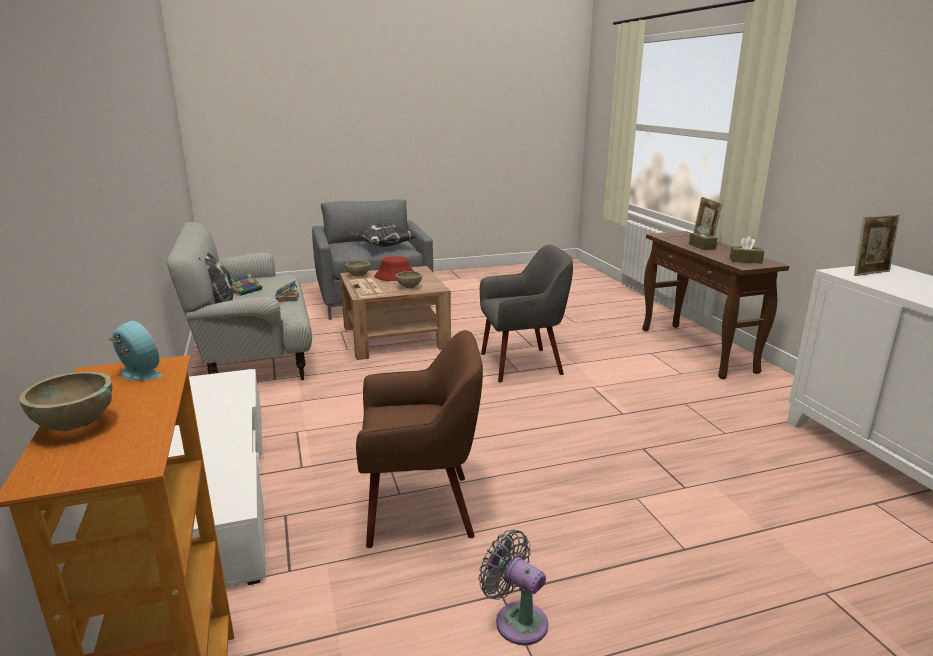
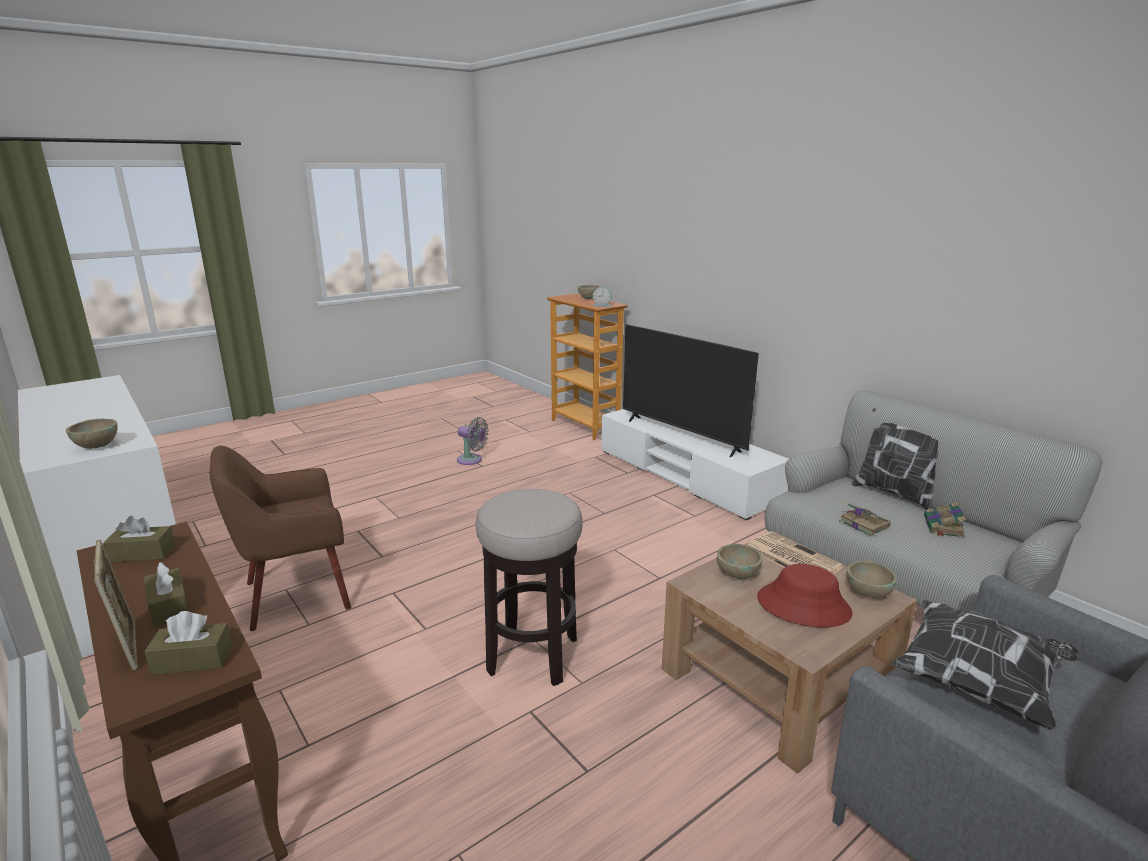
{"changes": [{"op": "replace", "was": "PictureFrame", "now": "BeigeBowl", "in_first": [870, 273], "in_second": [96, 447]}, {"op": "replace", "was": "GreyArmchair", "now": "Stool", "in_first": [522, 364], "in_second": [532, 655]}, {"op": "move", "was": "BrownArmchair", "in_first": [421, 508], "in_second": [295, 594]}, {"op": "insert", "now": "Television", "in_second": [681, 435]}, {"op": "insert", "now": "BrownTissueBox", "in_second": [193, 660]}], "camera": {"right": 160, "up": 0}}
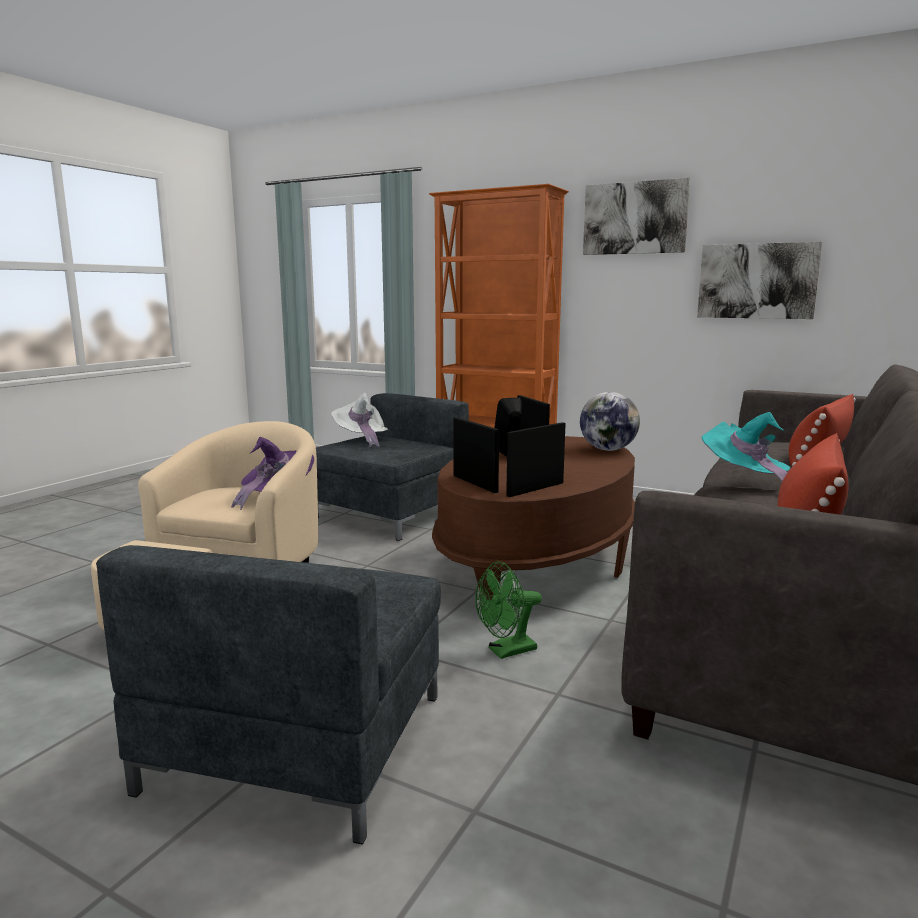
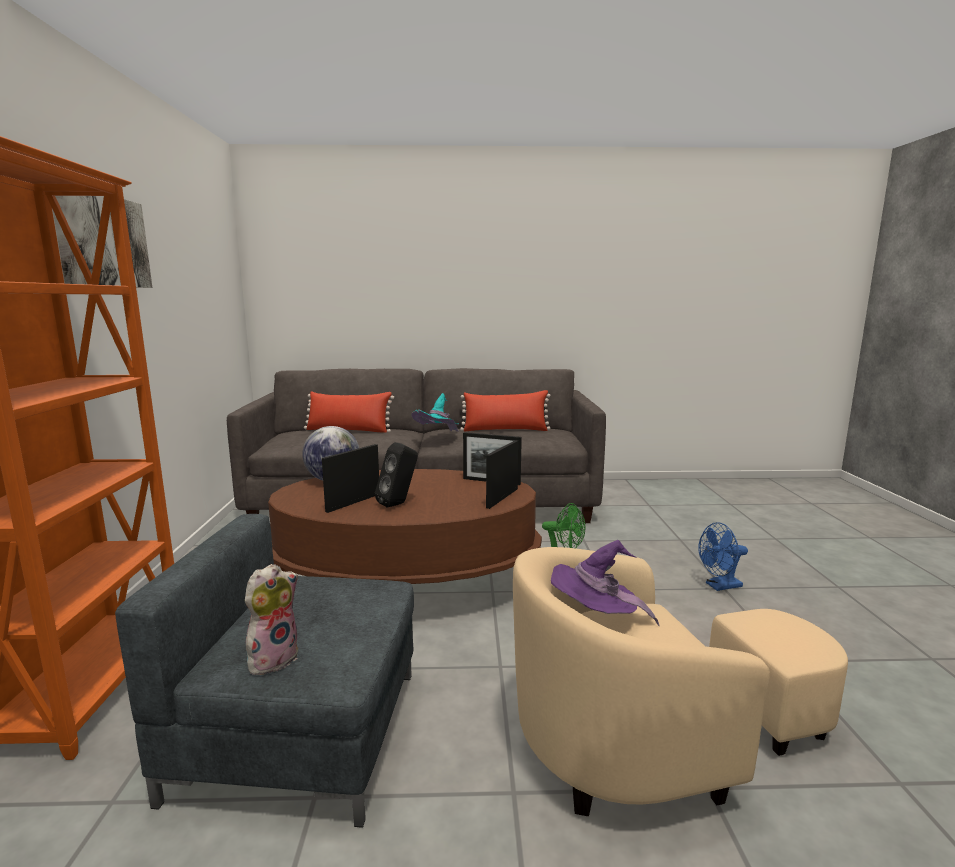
{"changes": [{"op": "delete", "was": "Picture", "in_first": [757, 281]}, {"op": "replace", "was": "WhiteHat", "now": "PlushToy", "in_first": [361, 440], "in_second": [273, 658]}, {"op": "replace", "was": "GreyArmchair", "now": "BlueFan", "in_first": [302, 739], "in_second": [719, 586]}], "camera": {"right": -120, "up": 0}}
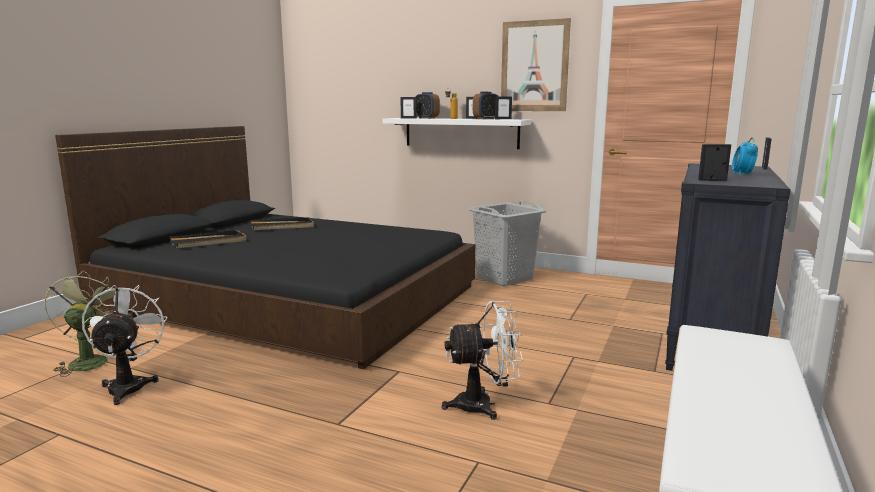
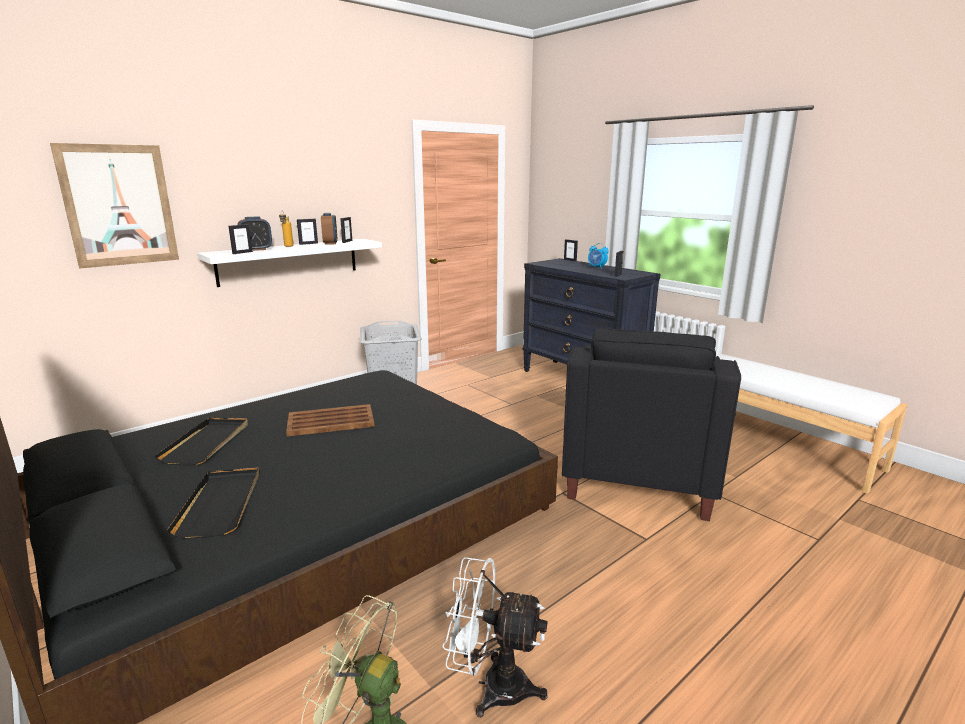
{"changes": [{"op": "move", "was": "Picture", "in_first": [534, 66], "in_second": [119, 205]}, {"op": "replace", "was": "WhiteFan", "now": "BlackArmchair", "in_first": [483, 405], "in_second": [637, 472]}, {"op": "insert", "now": "BrownTray", "in_second": [332, 421]}], "camera": {"right": -65, "up": 5}}
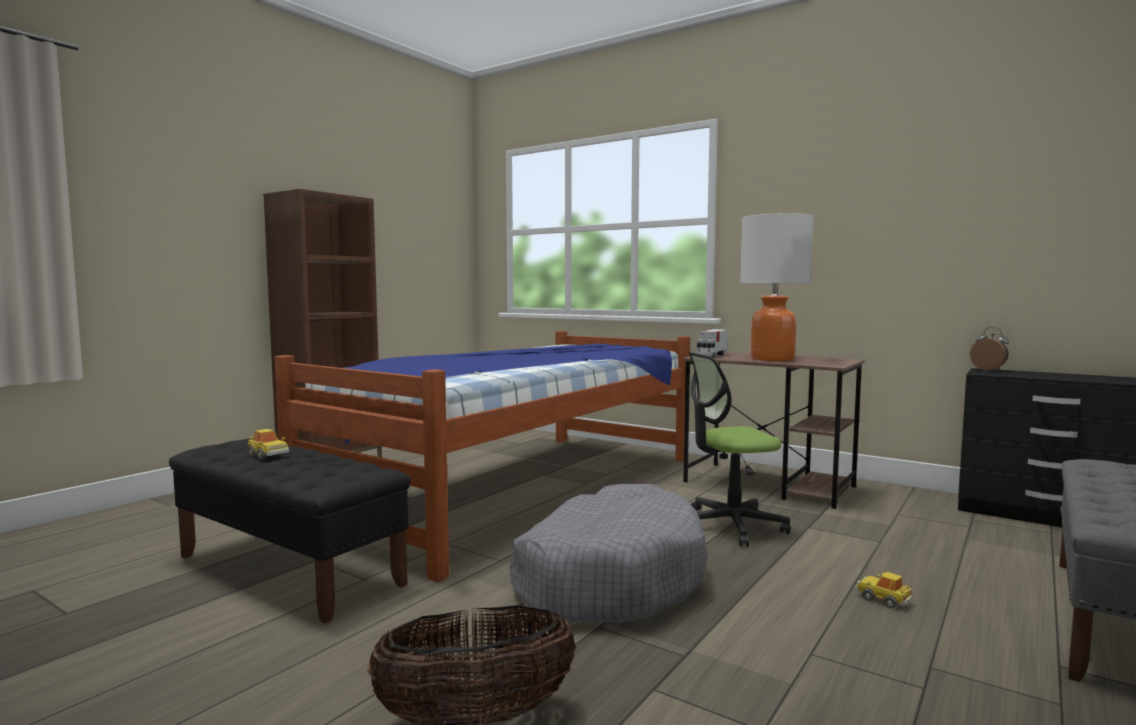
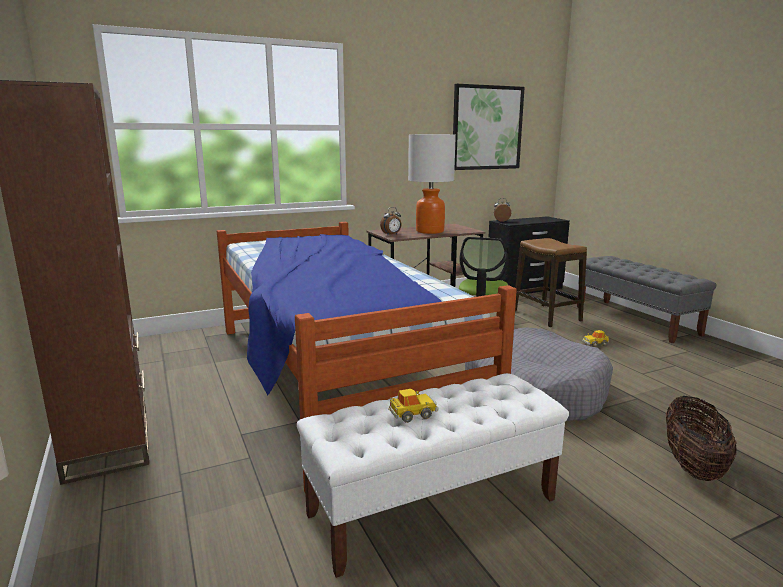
{"changes": [{"op": "replace", "was": "ToyTruck", "now": "AlarmClock", "in_first": [712, 355], "in_second": [391, 234]}, {"op": "recolor", "was": "BlackBench", "now": "WhiteBench", "in_first": [289, 570], "in_second": [433, 506]}, {"op": "insert", "now": "Picture", "in_second": [487, 128]}, {"op": "insert", "now": "Stool", "in_second": [546, 316]}], "camera": {"right": -60, "up": 10}}
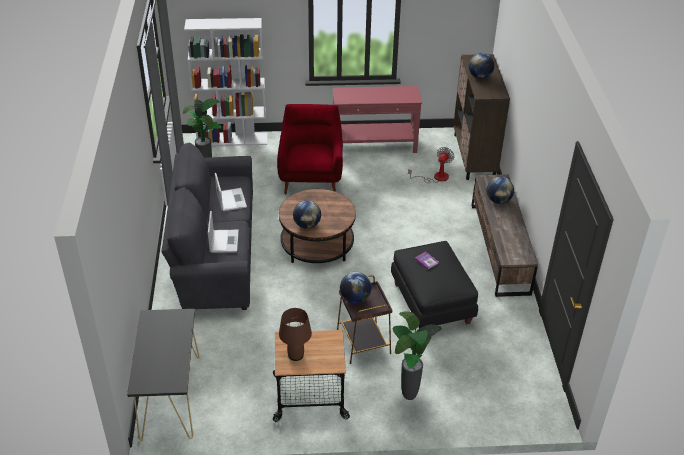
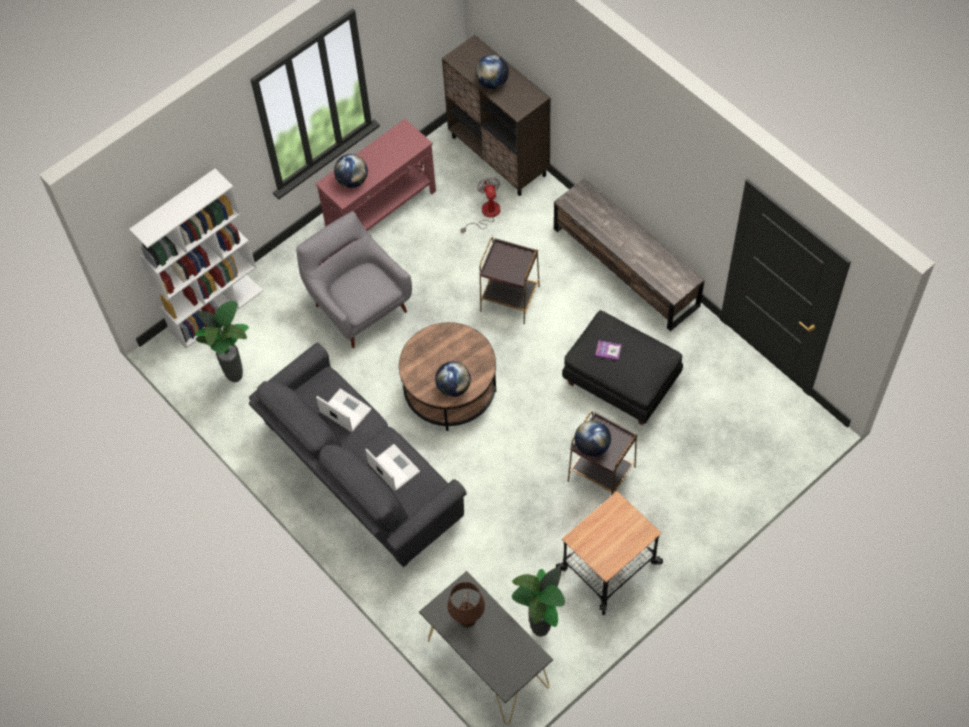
{"changes": [{"op": "recolor", "was": "RedArmchair", "now": "GreyArmchair", "in_first": [311, 177], "in_second": [358, 305]}, {"op": "move", "was": "Globe", "in_first": [498, 200], "in_second": [352, 180]}, {"op": "move", "was": "BrownTableLamp", "in_first": [295, 355], "in_second": [467, 619]}, {"op": "move", "was": "PottedPlant", "in_first": [409, 397], "in_second": [541, 631]}, {"op": "insert", "now": "BrownSideTable", "in_second": [509, 298]}], "camera": {"right": -35, "up": 20}}
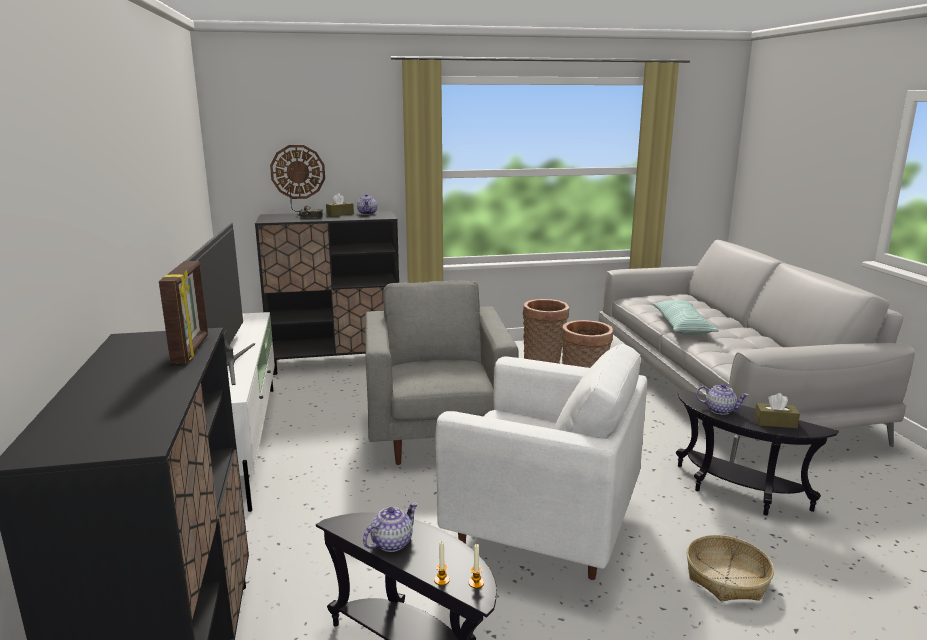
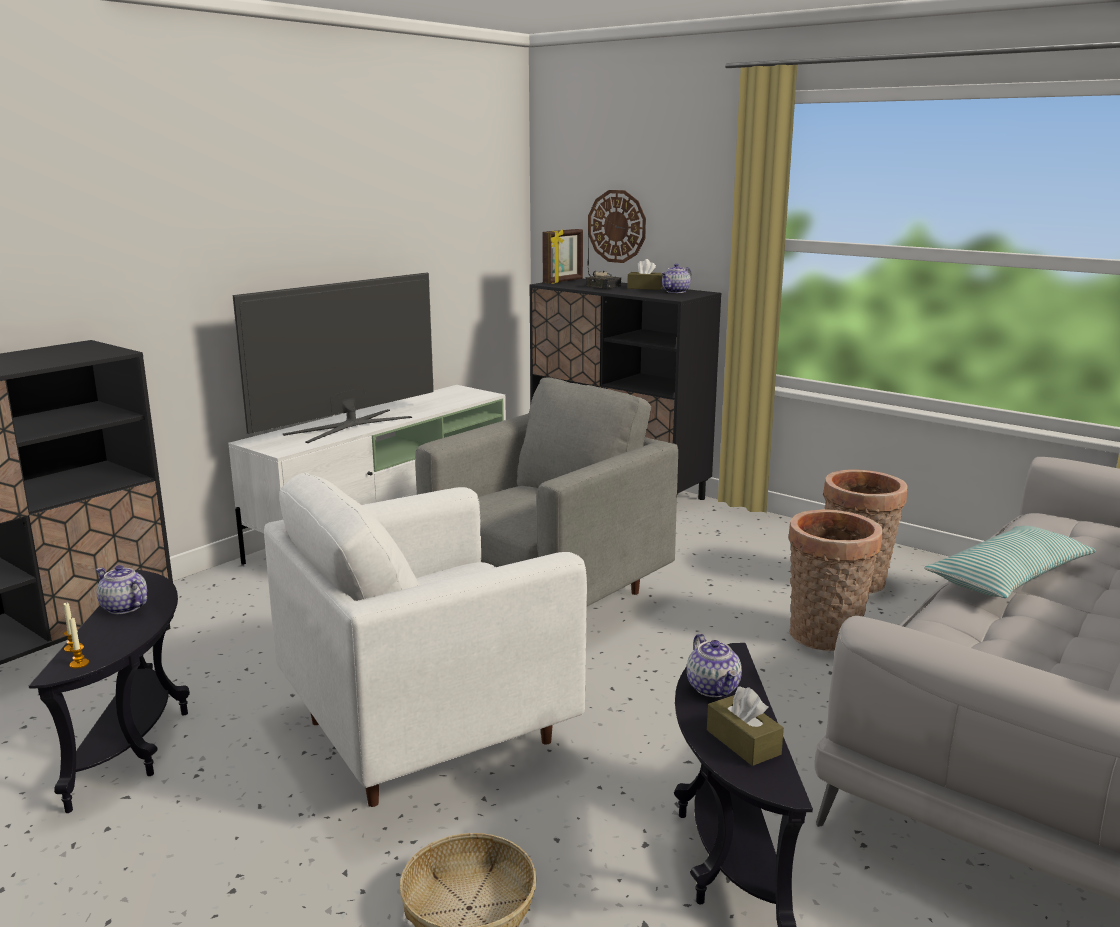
{"changes": [{"op": "move", "was": "PictureFrame", "in_first": [191, 350], "in_second": [563, 281]}, {"op": "rotate", "was": "WhiteArmchair", "in_first": [543, 529], "in_second": [426, 732], "clockwise": 75}, {"op": "rotate", "was": "Teapot", "in_first": [391, 542], "in_second": [123, 607], "clockwise": -150}], "camera": {"right": 50, "up": 0}}
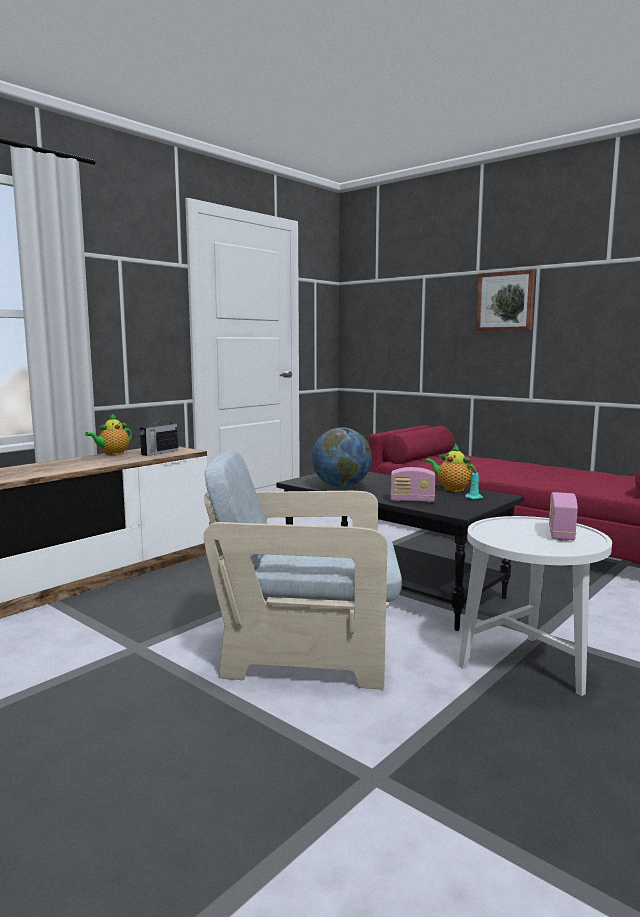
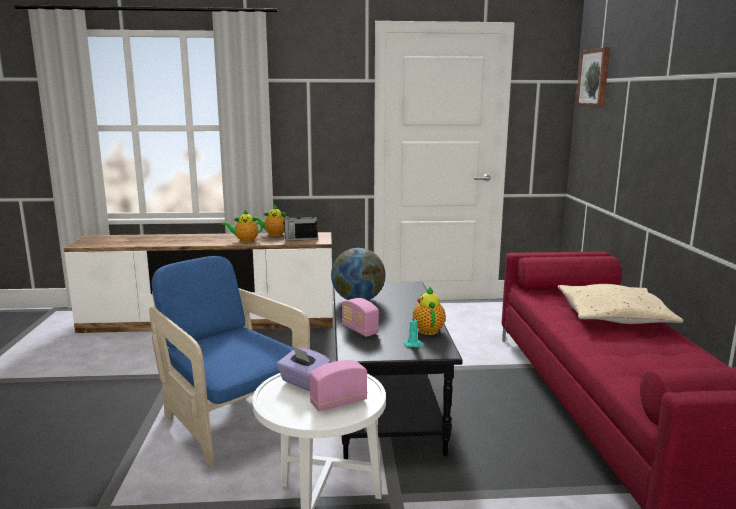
{"changes": [{"op": "move", "was": "Picture", "in_first": [505, 301], "in_second": [594, 78]}, {"op": "recolor", "was": "BeigeArmchair", "now": "BlueArmchair", "in_first": [307, 651], "in_second": [232, 422]}, {"op": "insert", "now": "Teapot", "in_second": [245, 241]}, {"op": "insert", "now": "BeigePillow", "in_second": [613, 316]}, {"op": "insert", "now": "PurpleTissueBox", "in_second": [304, 382]}], "camera": {"right": 45, "up": 5}}
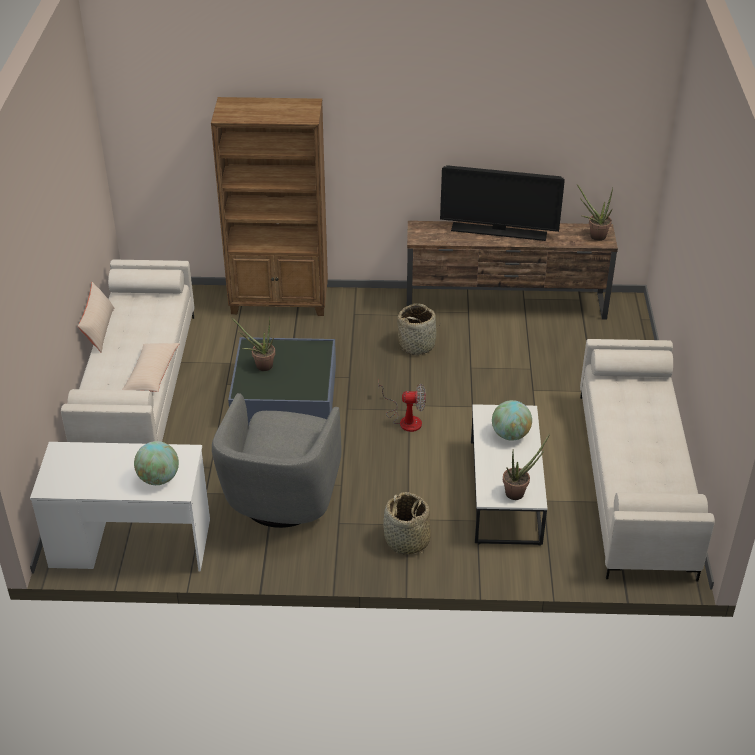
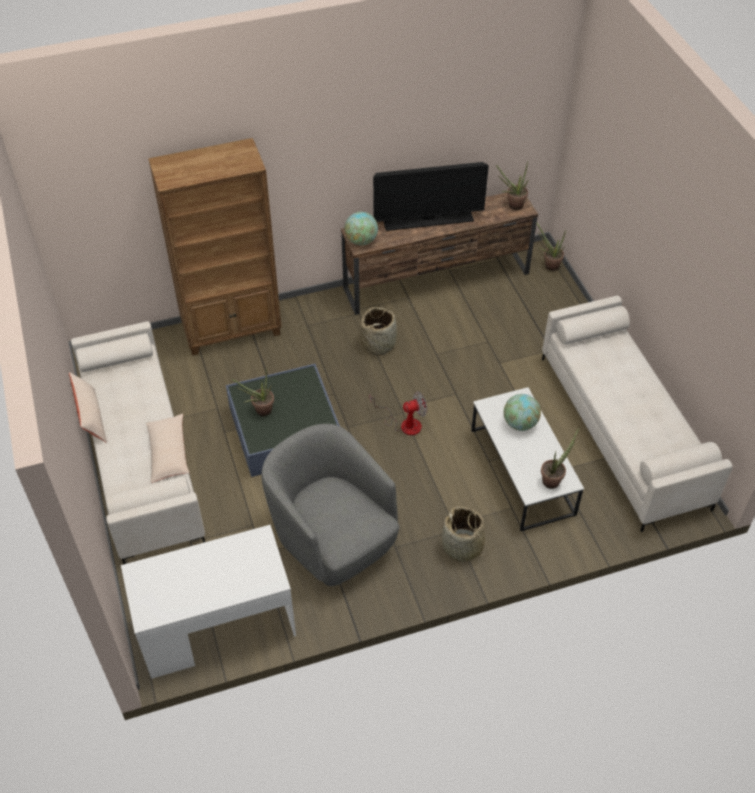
{"changes": [{"op": "rotate", "was": "GreyArmchair", "in_first": [281, 499], "in_second": [333, 538], "clockwise": 150}, {"op": "move", "was": "Globe", "in_first": [158, 478], "in_second": [361, 241]}, {"op": "insert", "now": "PottedPlant", "in_second": [549, 265]}], "camera": {"right": -20, "up": 10}}
